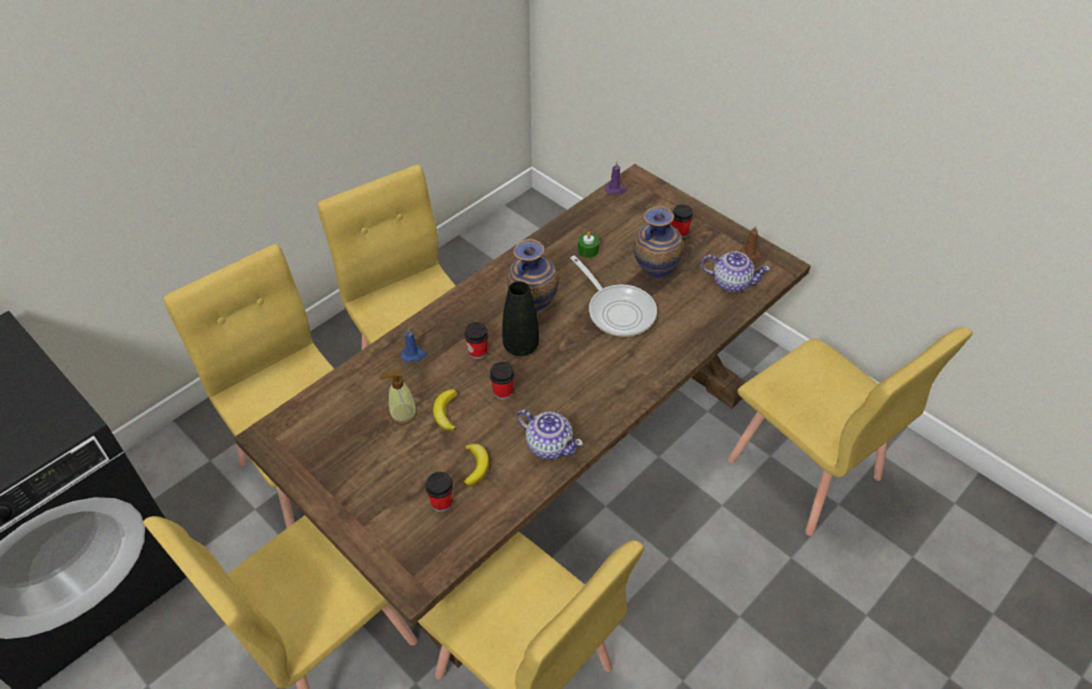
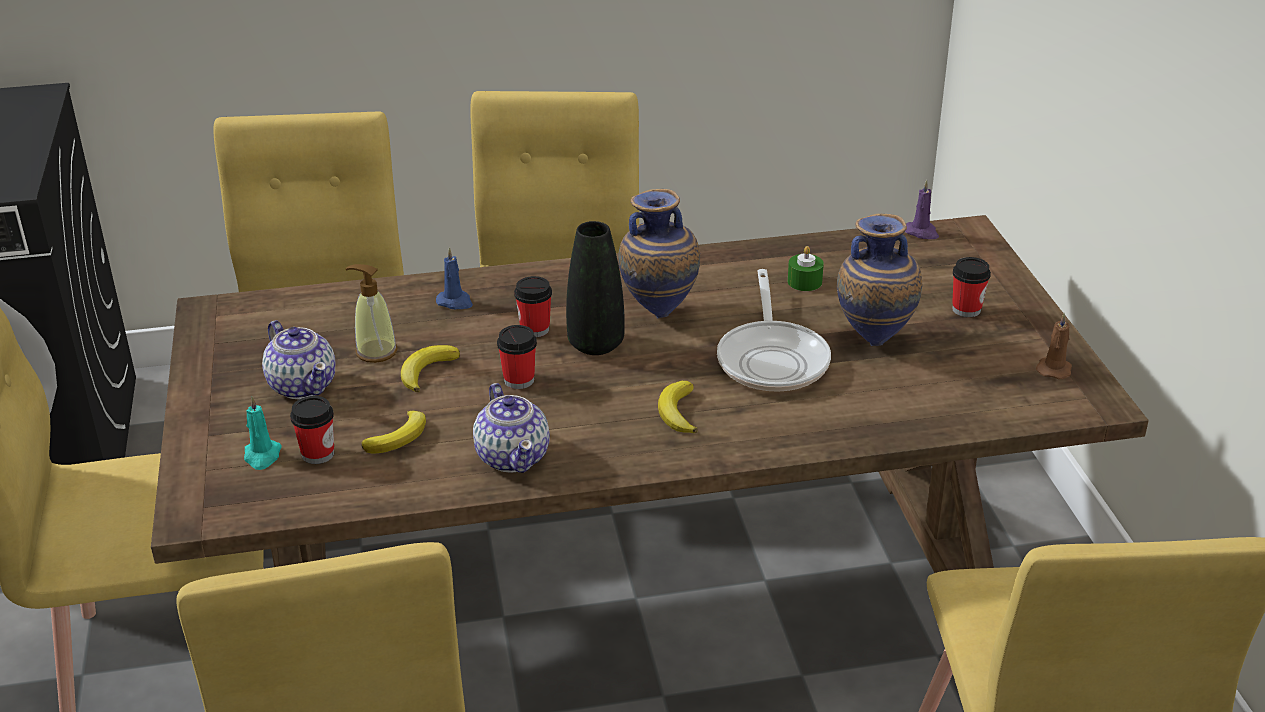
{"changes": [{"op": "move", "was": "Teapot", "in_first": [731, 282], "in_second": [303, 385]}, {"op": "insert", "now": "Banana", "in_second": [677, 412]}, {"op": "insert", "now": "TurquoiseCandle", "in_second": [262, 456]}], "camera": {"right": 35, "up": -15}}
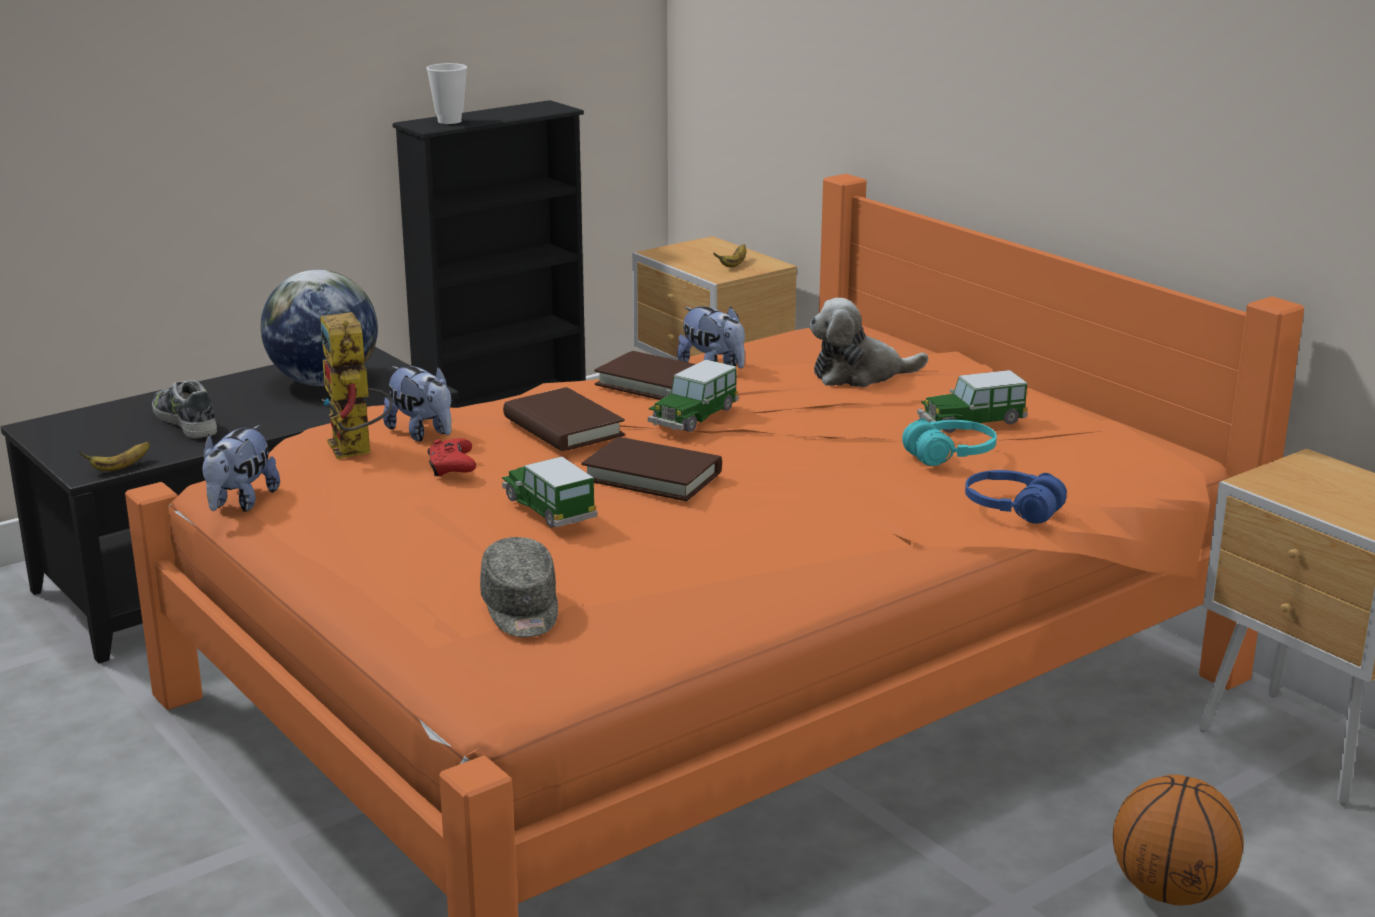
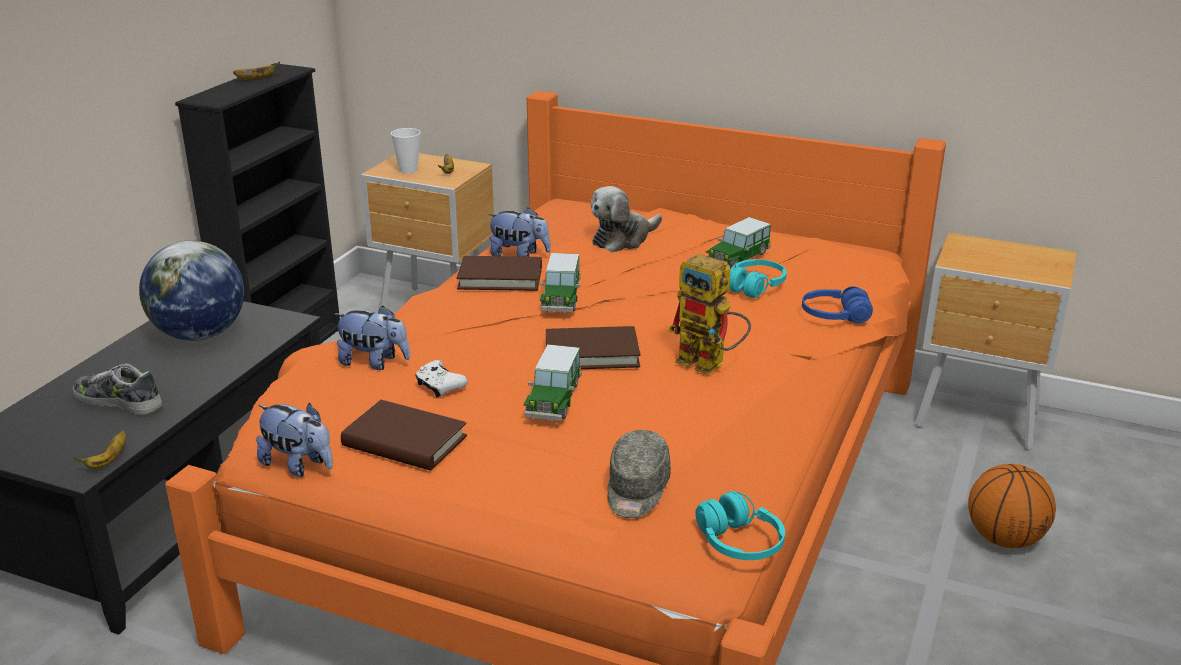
{"changes": [{"op": "move", "was": "Cup", "in_first": [449, 121], "in_second": [408, 170]}, {"op": "move", "was": "ToyRobot", "in_first": [357, 451], "in_second": [710, 364]}, {"op": "move", "was": "BrownBook", "in_first": [563, 427], "in_second": [404, 441]}, {"op": "rotate", "was": "PlushToy", "in_first": [240, 503], "in_second": [299, 465], "clockwise": -45}, {"op": "recolor", "was": "RedGameController", "now": "WhiteGameController", "in_first": [451, 468], "in_second": [439, 386]}, {"op": "rotate", "was": "ToyCar", "in_first": [549, 508], "in_second": [553, 400], "clockwise": -105}, {"op": "rotate", "was": "GreyCap", "in_first": [521, 610], "in_second": [636, 490], "clockwise": 60}, {"op": "insert", "now": "Banana", "in_second": [256, 79]}, {"op": "insert", "now": "TurquoiseHeadphones", "in_second": [739, 543]}], "camera": {"right": -30, "up": 5}}
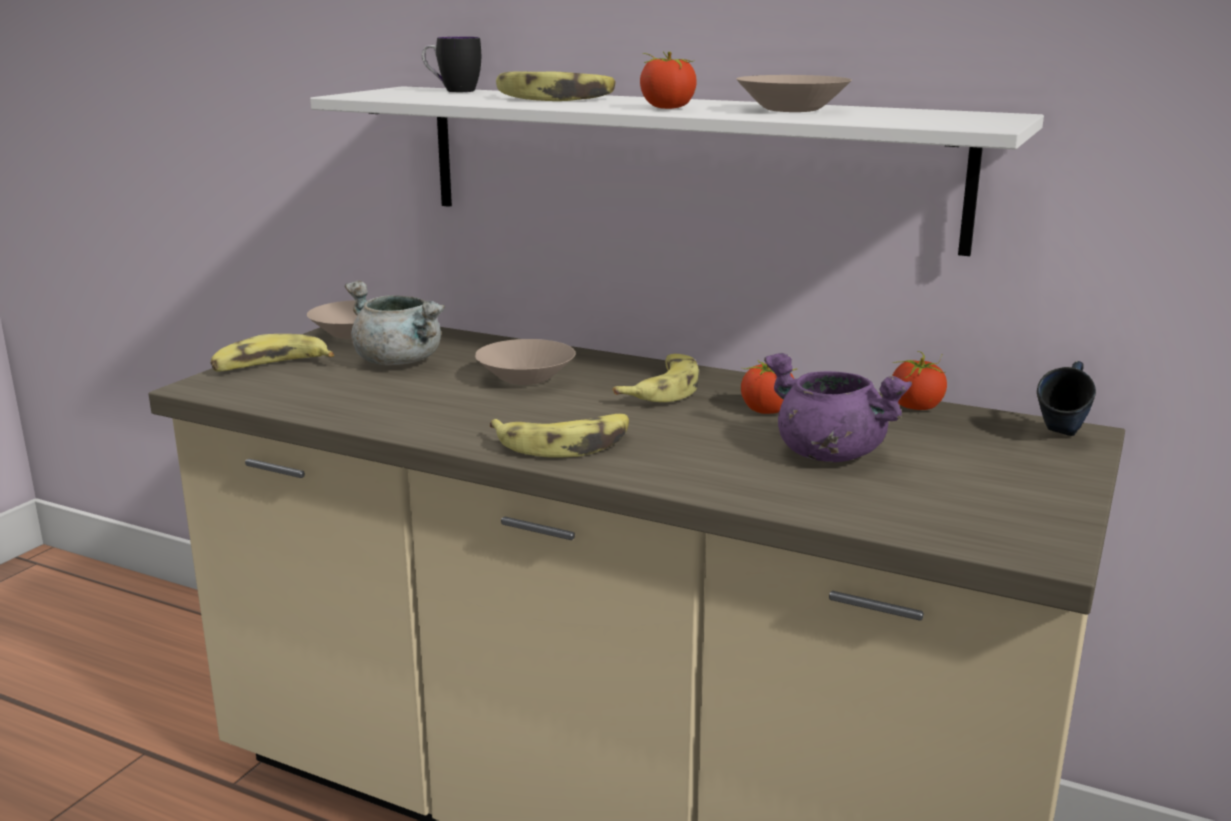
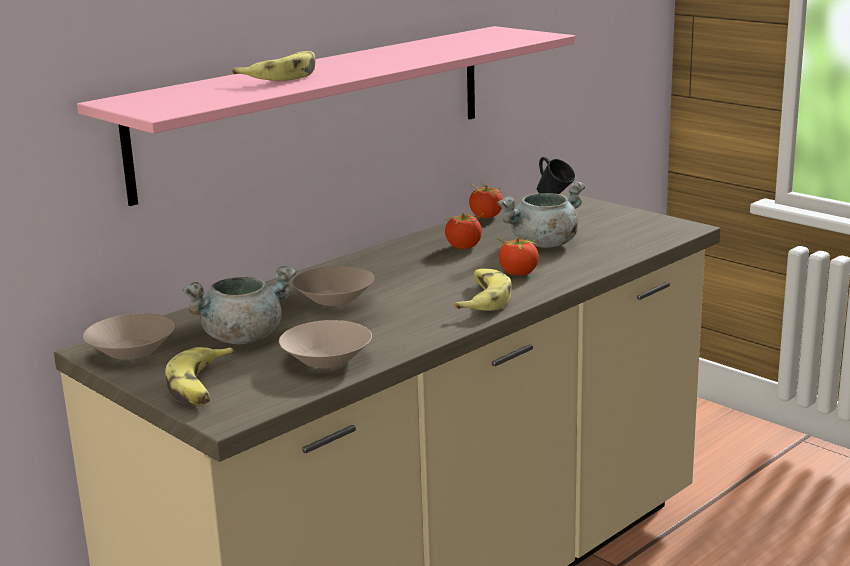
{"changes": [{"op": "delete", "was": "Mug", "in_first": [452, 91]}, {"op": "move", "was": "Tomato", "in_first": [667, 108], "in_second": [518, 273]}, {"op": "move", "was": "BeigeBowl", "in_first": [792, 110], "in_second": [326, 360]}, {"op": "recolor", "was": "WhiteShelf", "now": "PinkShelf", "in_first": [681, 164], "in_second": [318, 108]}, {"op": "recolor", "was": "PurpleCookingPot", "now": "GreyCookingPot", "in_first": [827, 453], "in_second": [543, 244]}, {"op": "delete", "was": "Banana", "in_first": [662, 390]}], "camera": {"right": -70, "up": 0}}
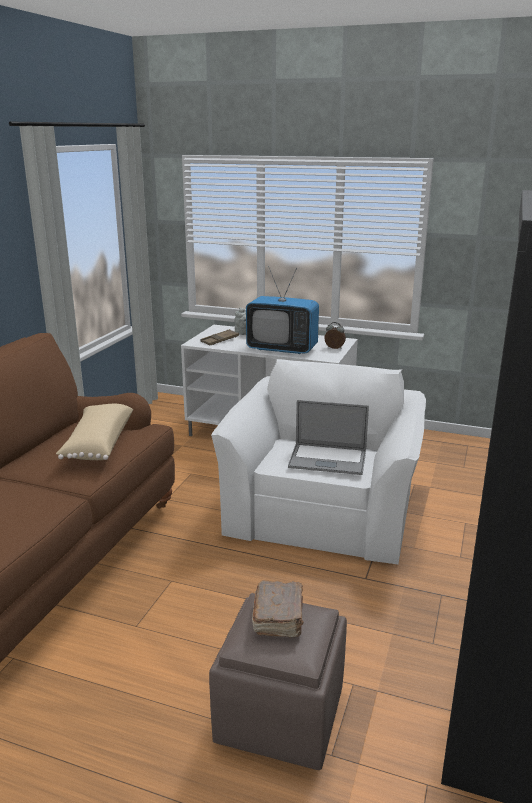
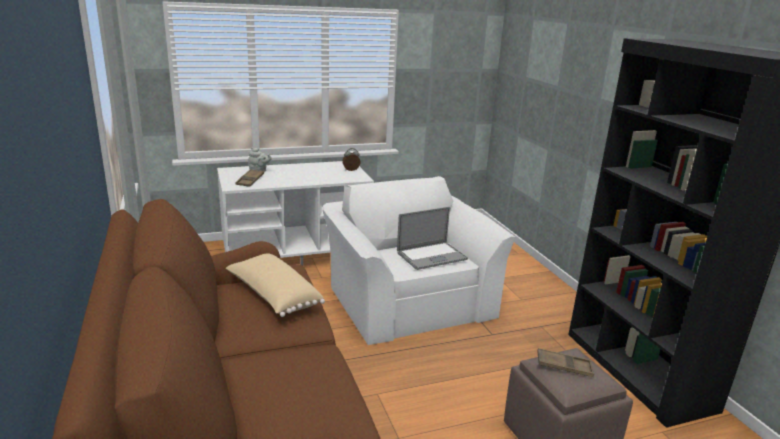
{"changes": [{"op": "delete", "was": "Television", "in_first": [282, 349]}, {"op": "replace", "was": "BrownBook", "now": "BrownTray", "in_first": [279, 618], "in_second": [564, 366]}], "camera": {"right": -40, "up": 0}}
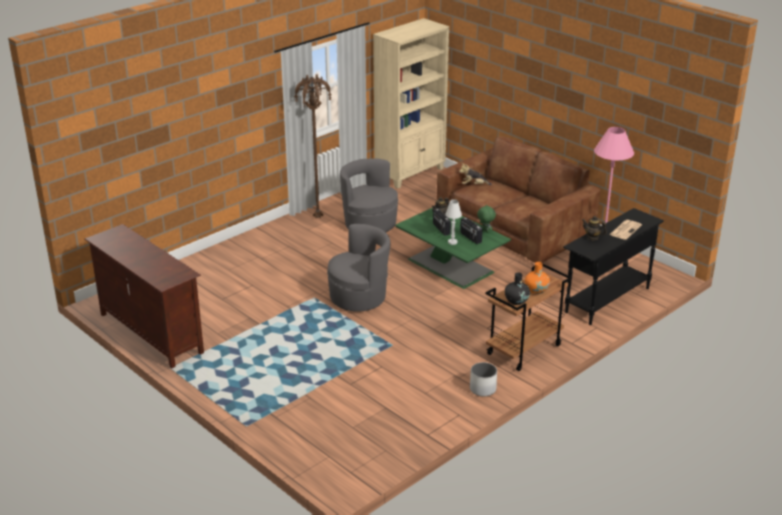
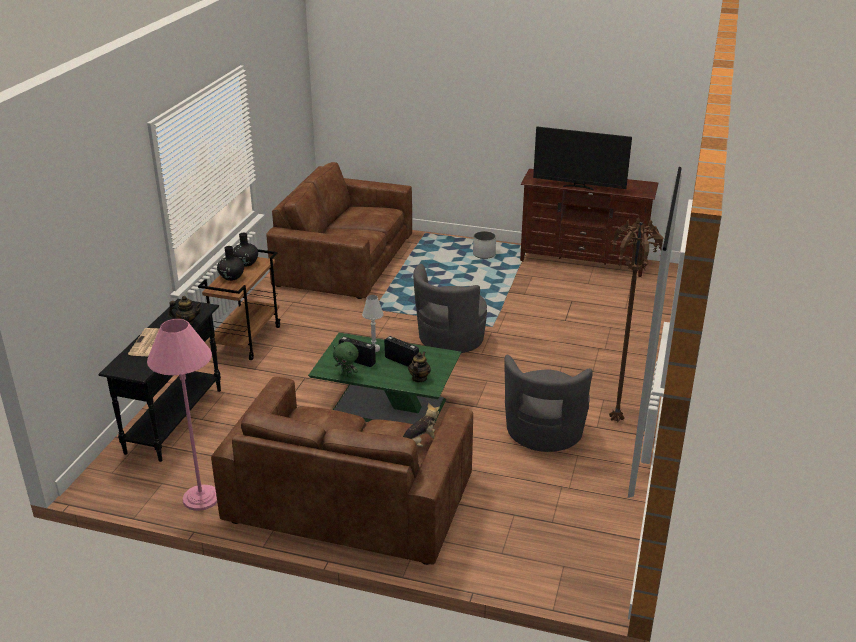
{"changes": [{"op": "delete", "was": "BeigeBookcase", "in_first": [410, 173]}, {"op": "rotate", "was": "GreyArmchair", "in_first": [369, 224], "in_second": [543, 433], "clockwise": 90}, {"op": "recolor", "was": "OrangeVase", "now": "BlackVase", "in_first": [536, 290], "in_second": [231, 277]}, {"op": "move", "was": "WhitePlanter", "in_first": [482, 389], "in_second": [484, 254]}, {"op": "insert", "now": "Television", "in_second": [579, 187]}, {"op": "insert", "now": "BrownSofa", "in_second": [345, 260]}], "camera": {"right": 150, "up": 0}}
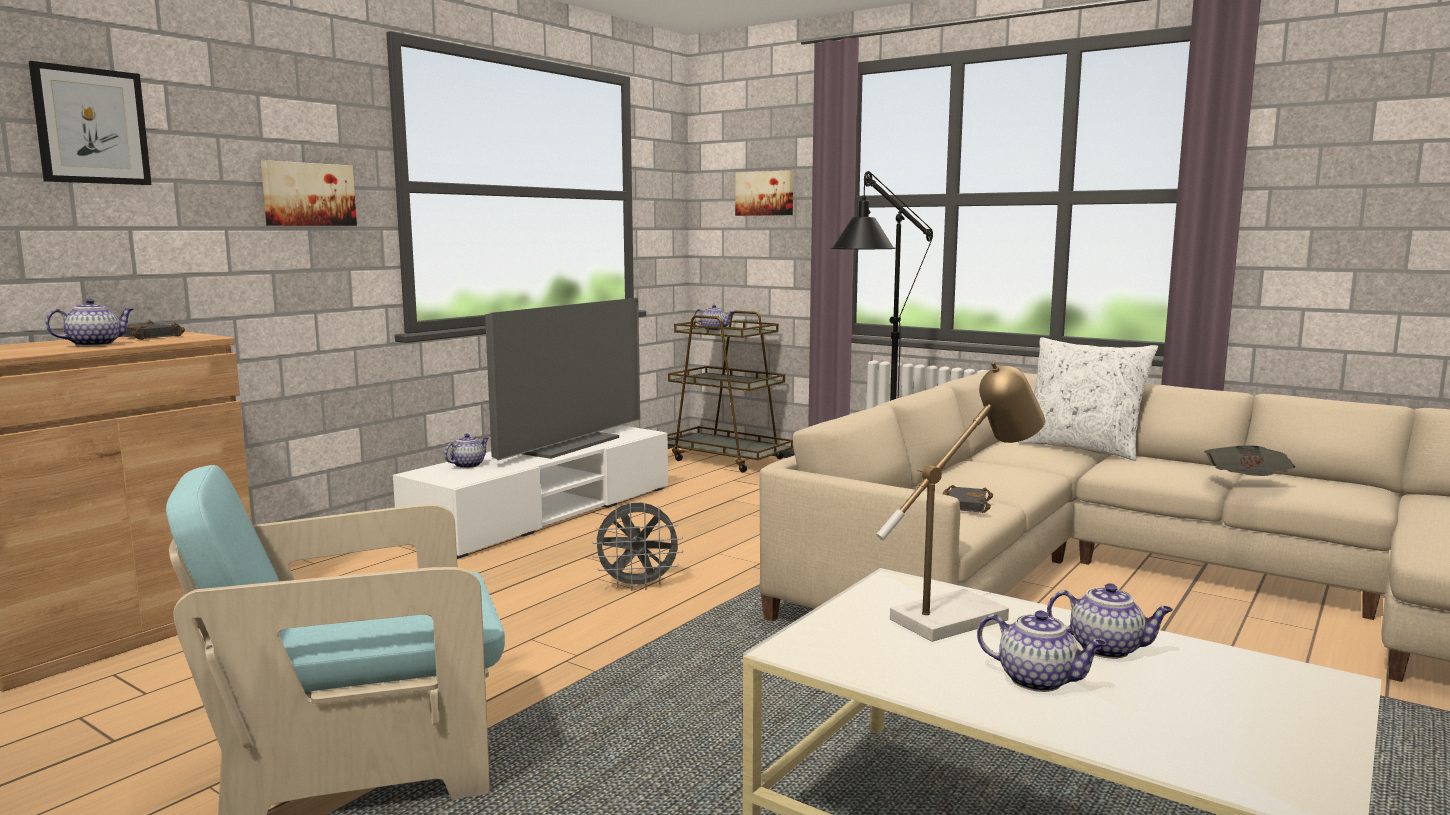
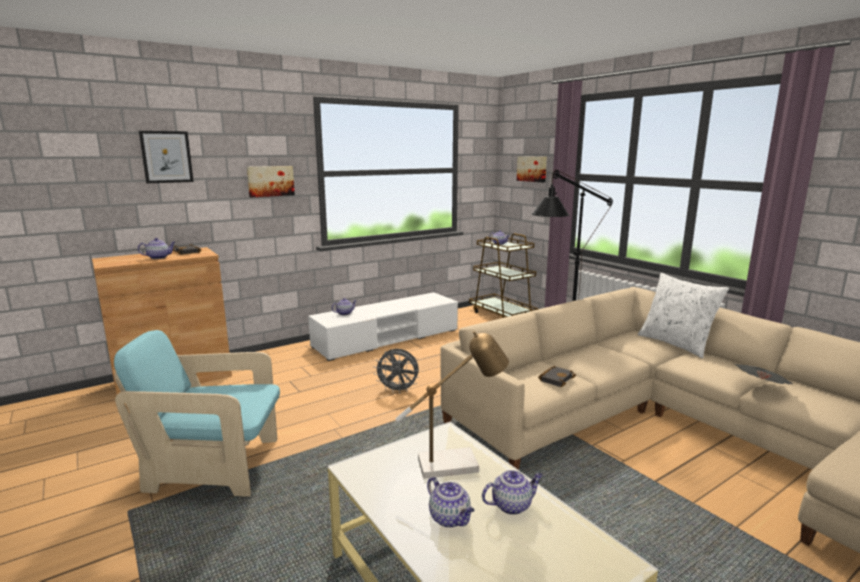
{"changes": [{"op": "delete", "was": "Television", "in_first": [567, 444]}, {"op": "rotate", "was": "Teapot", "in_first": [1107, 649], "in_second": [512, 505], "clockwise": -60}], "camera": {"right": 20, "up": 5}}
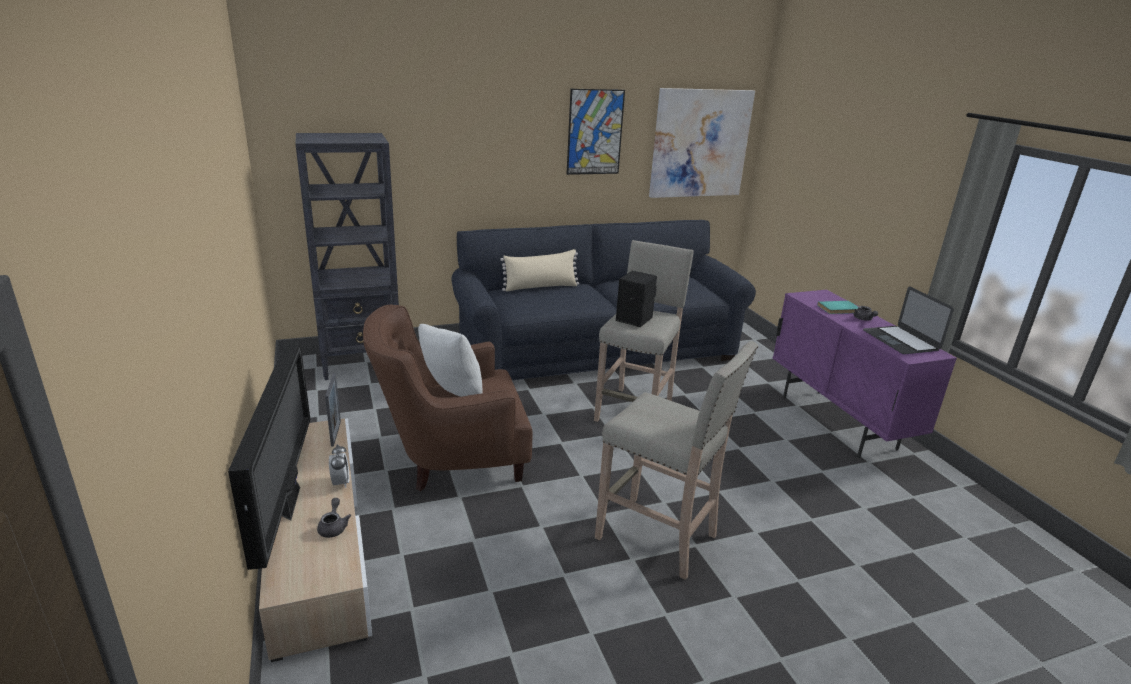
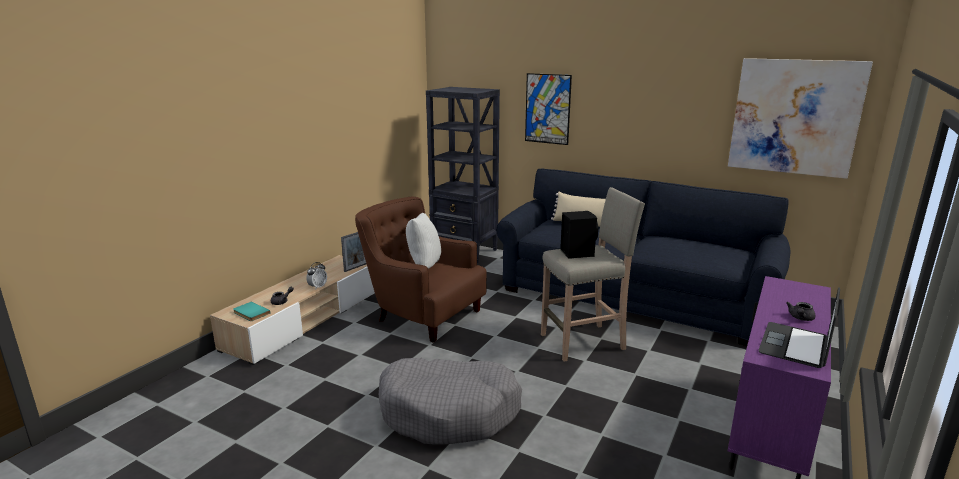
{"changes": [{"op": "move", "was": "Picture", "in_first": [595, 132], "in_second": [547, 109]}, {"op": "move", "was": "TurquoiseBook", "in_first": [839, 309], "in_second": [250, 313]}, {"op": "delete", "was": "Television", "in_first": [288, 501]}, {"op": "replace", "was": "BeigeStool", "now": "GreyDogBed", "in_first": [659, 538], "in_second": [449, 412]}], "camera": {"right": 50, "up": -5}}
